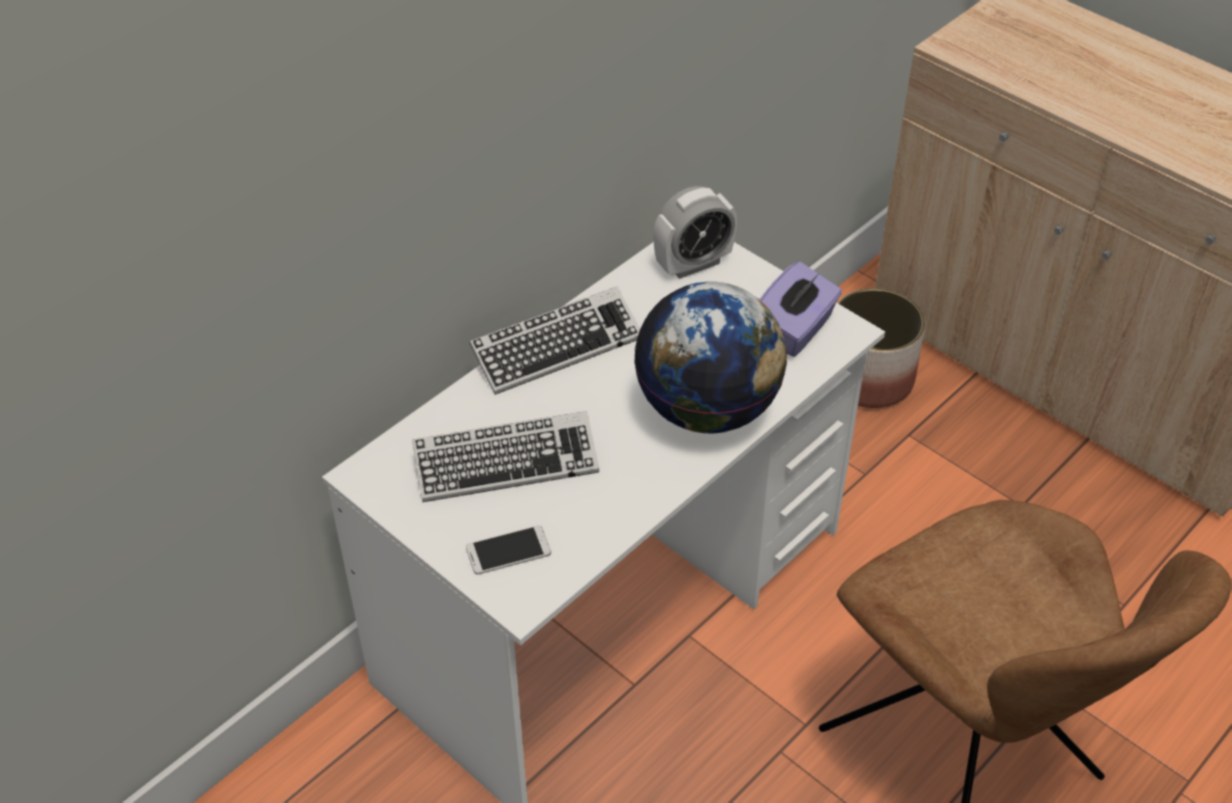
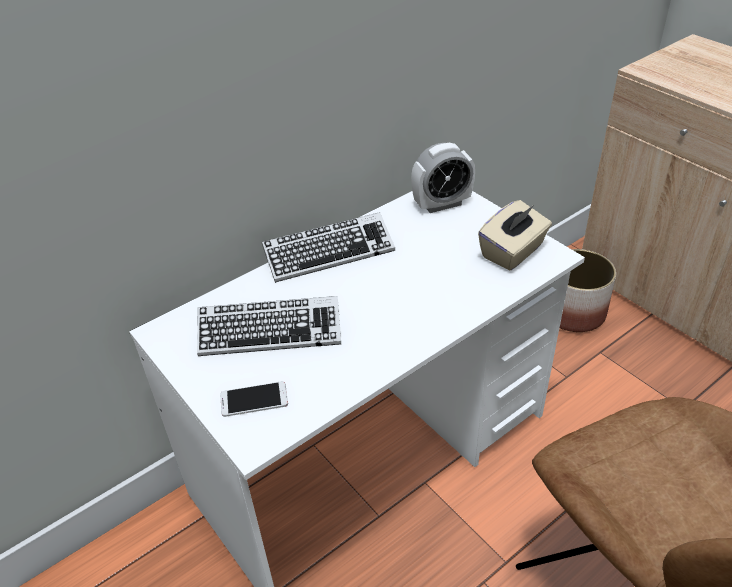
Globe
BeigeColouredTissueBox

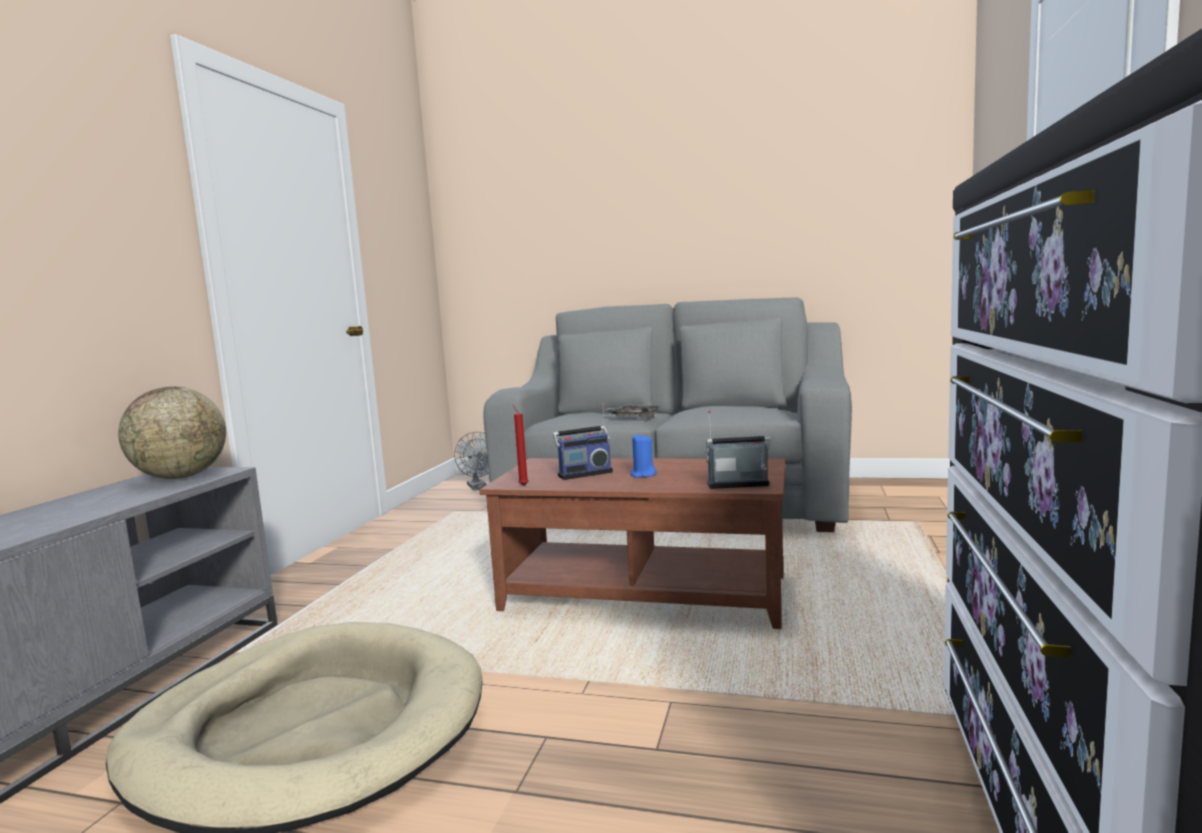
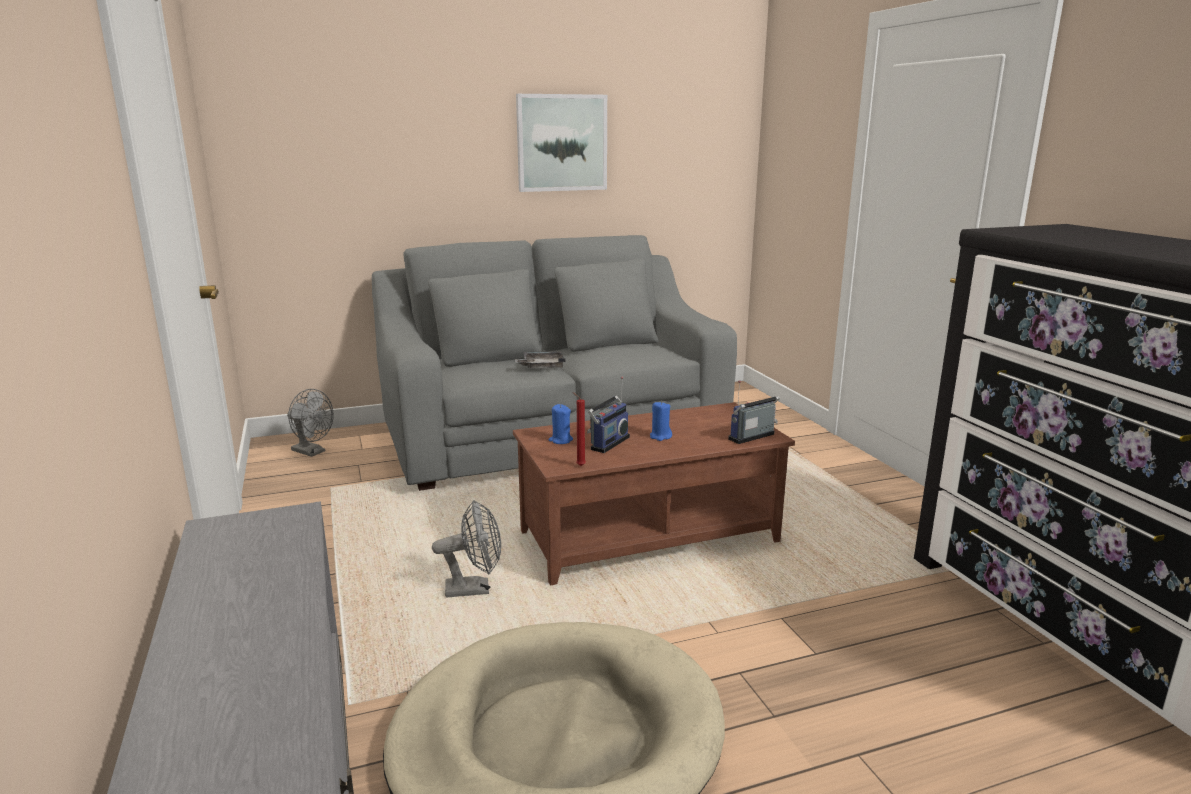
Globe
GreyCoolingFan (2nd from left)
Picture
BlueColouredWaxCandle (1st from left)

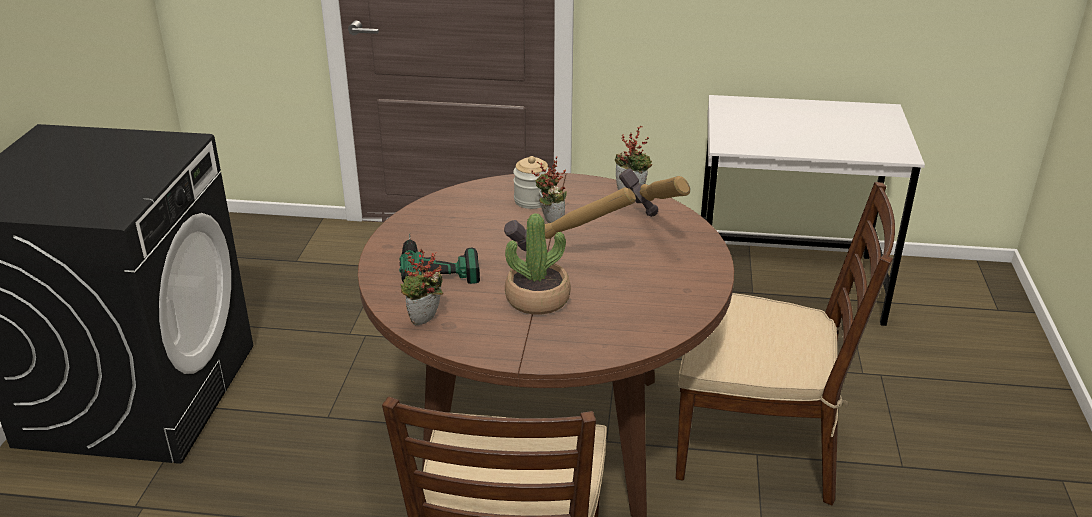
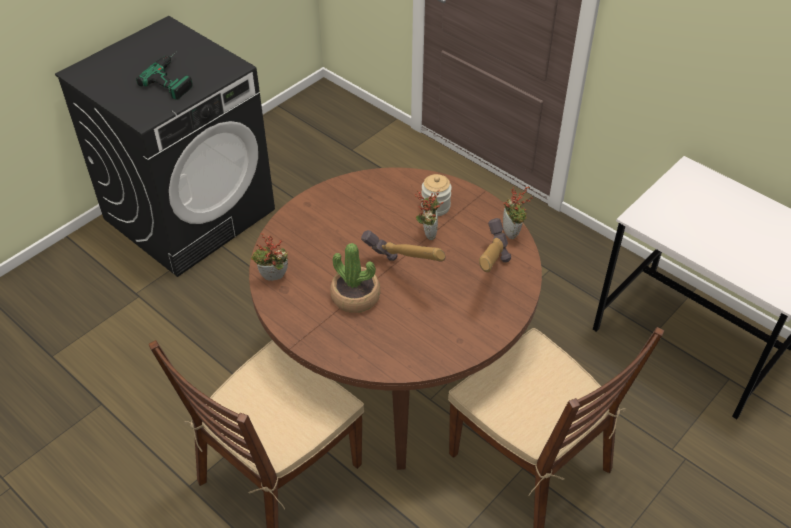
PowerDrill

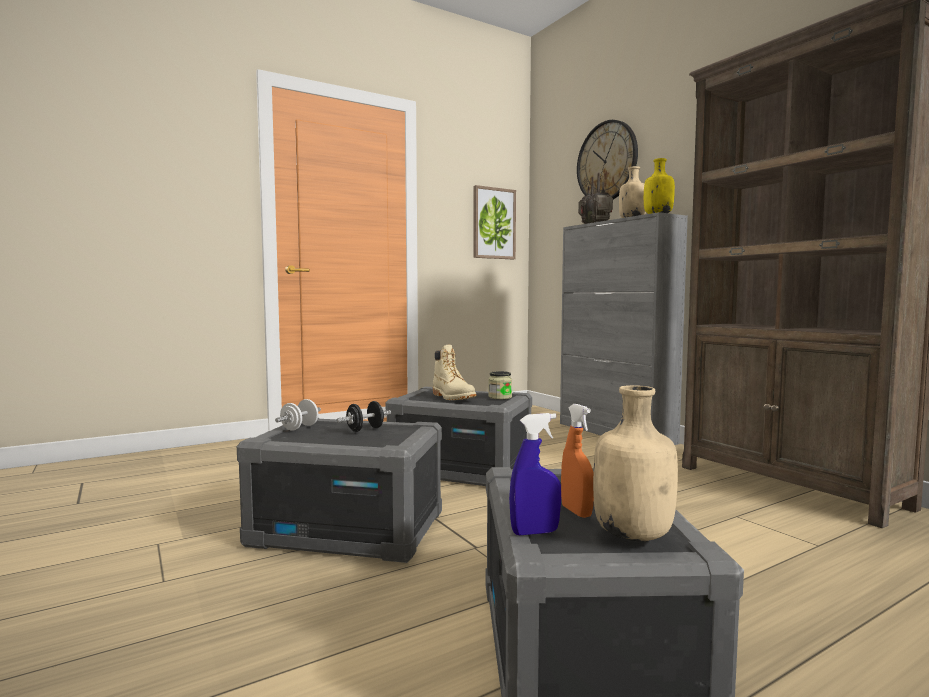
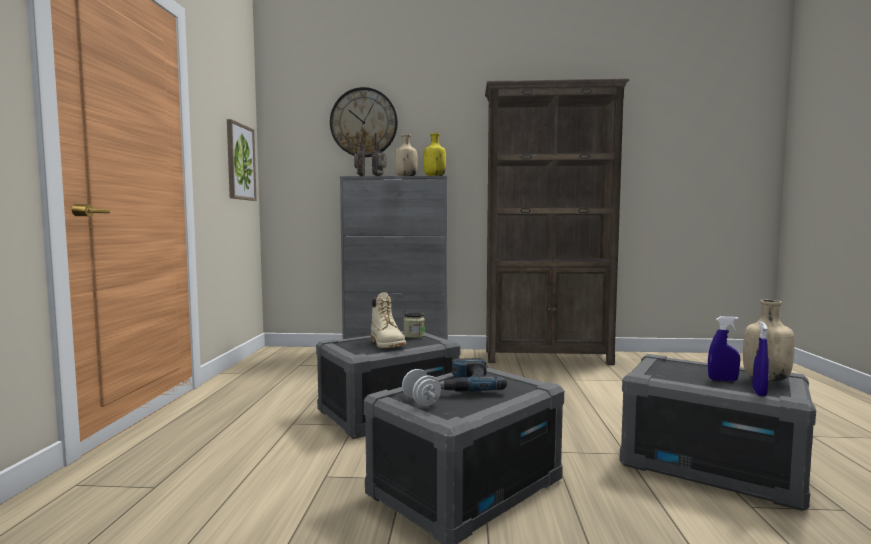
PowerDrill
BeigeColouredBoot
BlueColouredSprayBottle (1st from left)

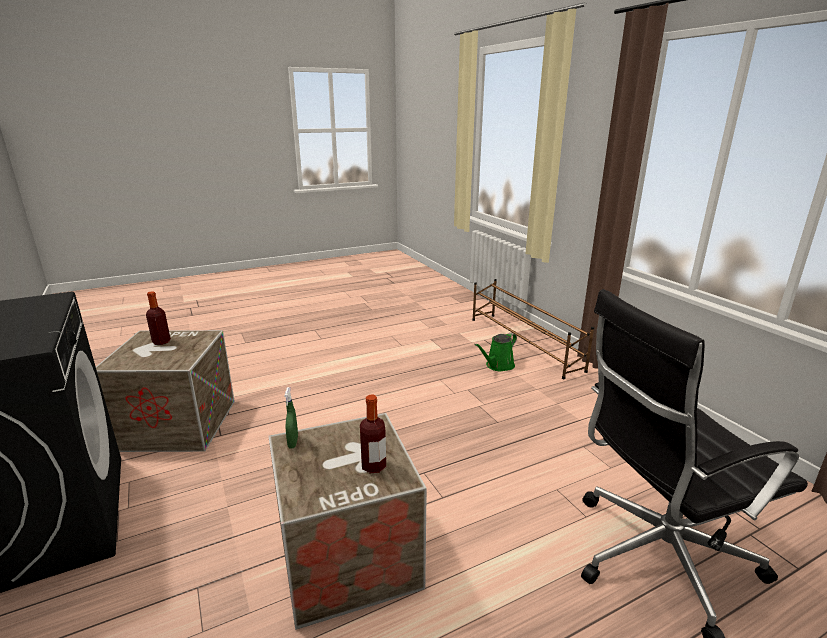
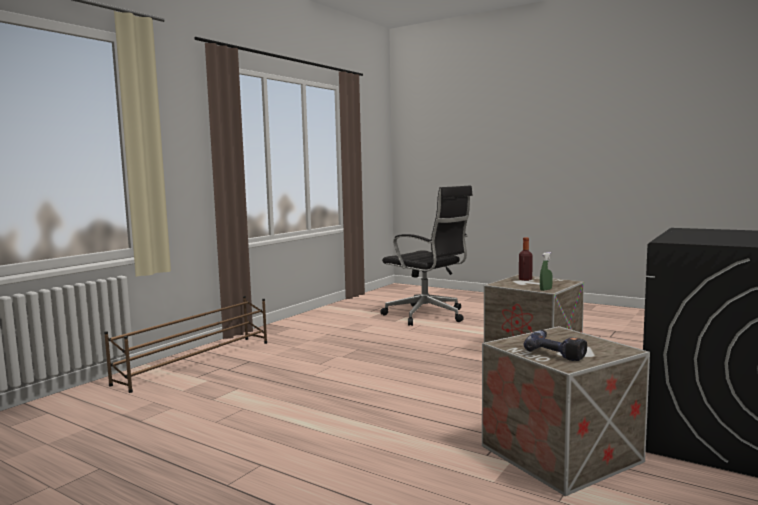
PowerDrill
GreenWateringCan

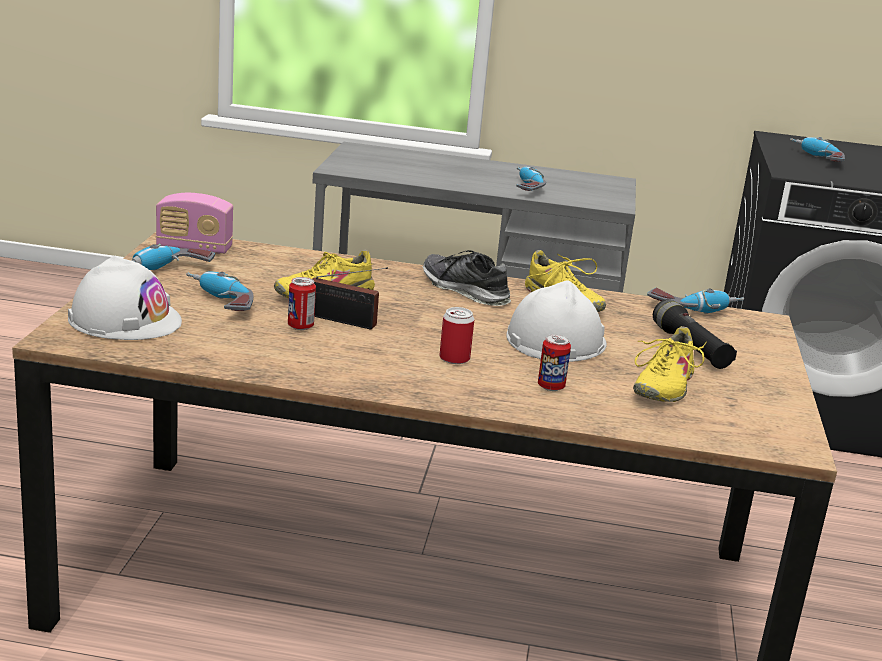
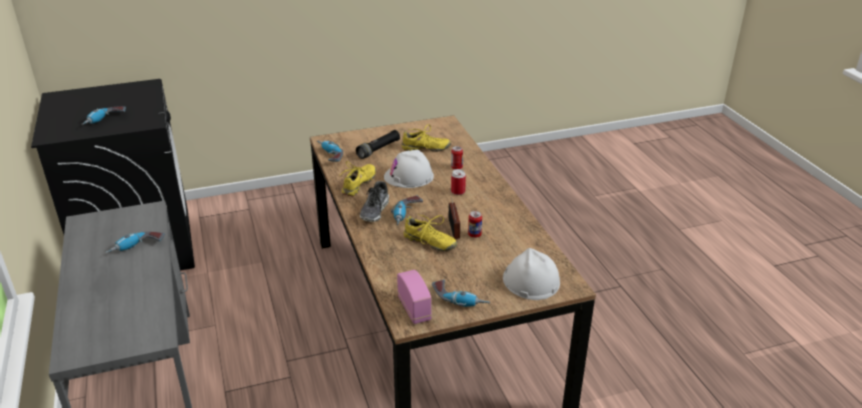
PowerDrill (4th from left)

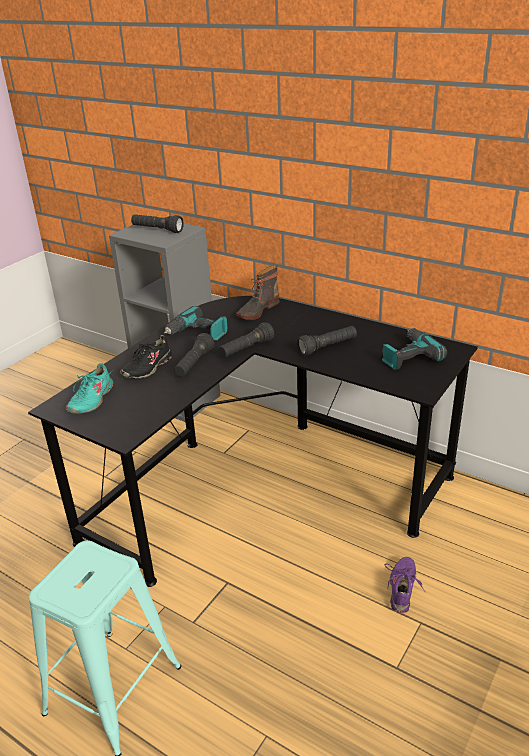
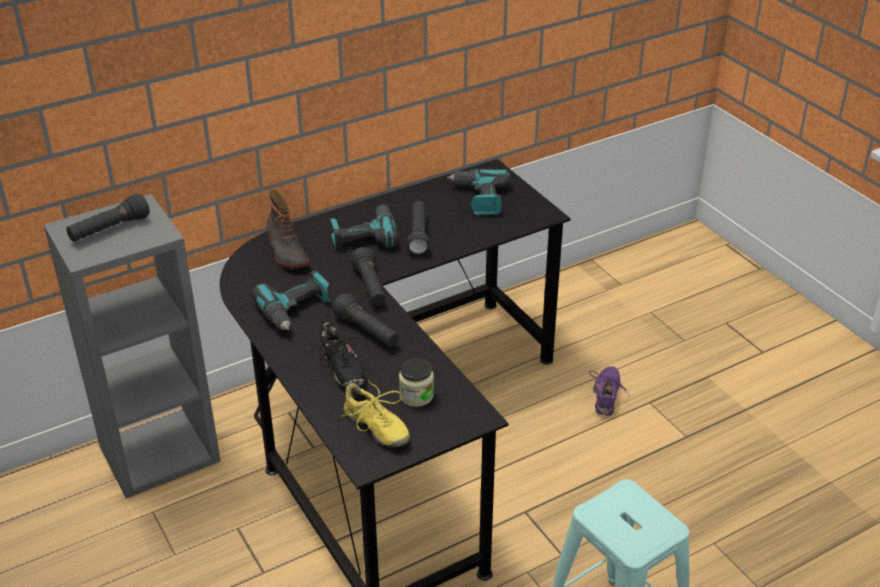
YellowItemOfFootwear
PurplishItemOfFootwear
PowerDrill (2nd from left)
PreserveJar

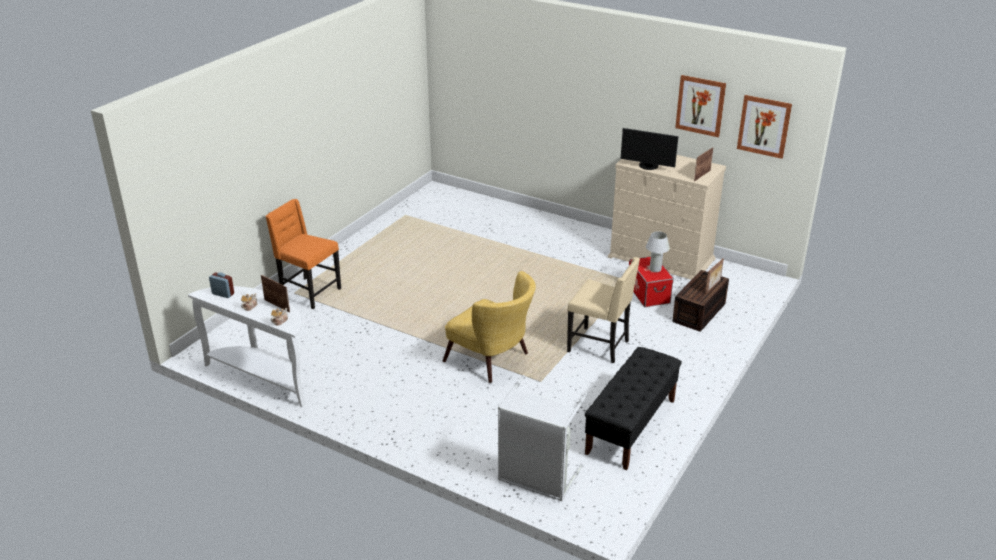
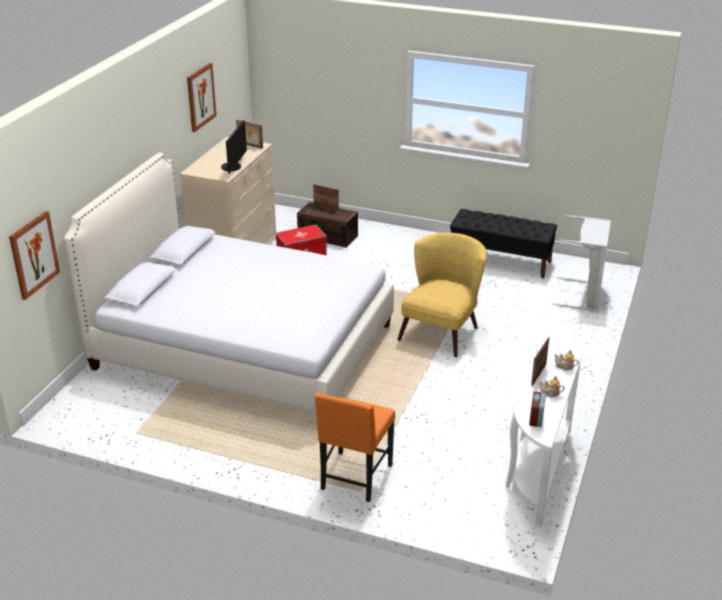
BeigeColouredChair
WhiteLampForATable
Picture (1st from left)
WhiteBedroomBed

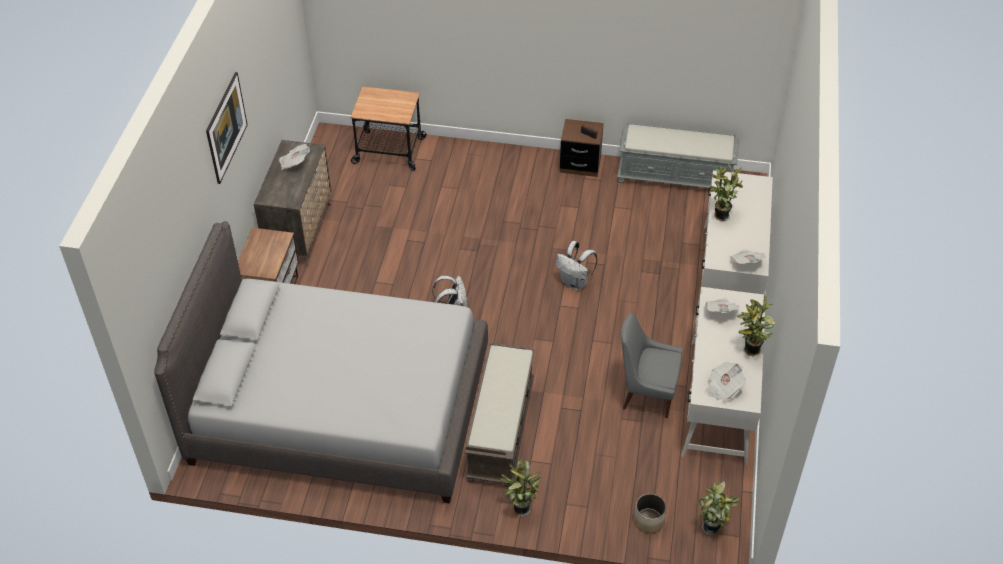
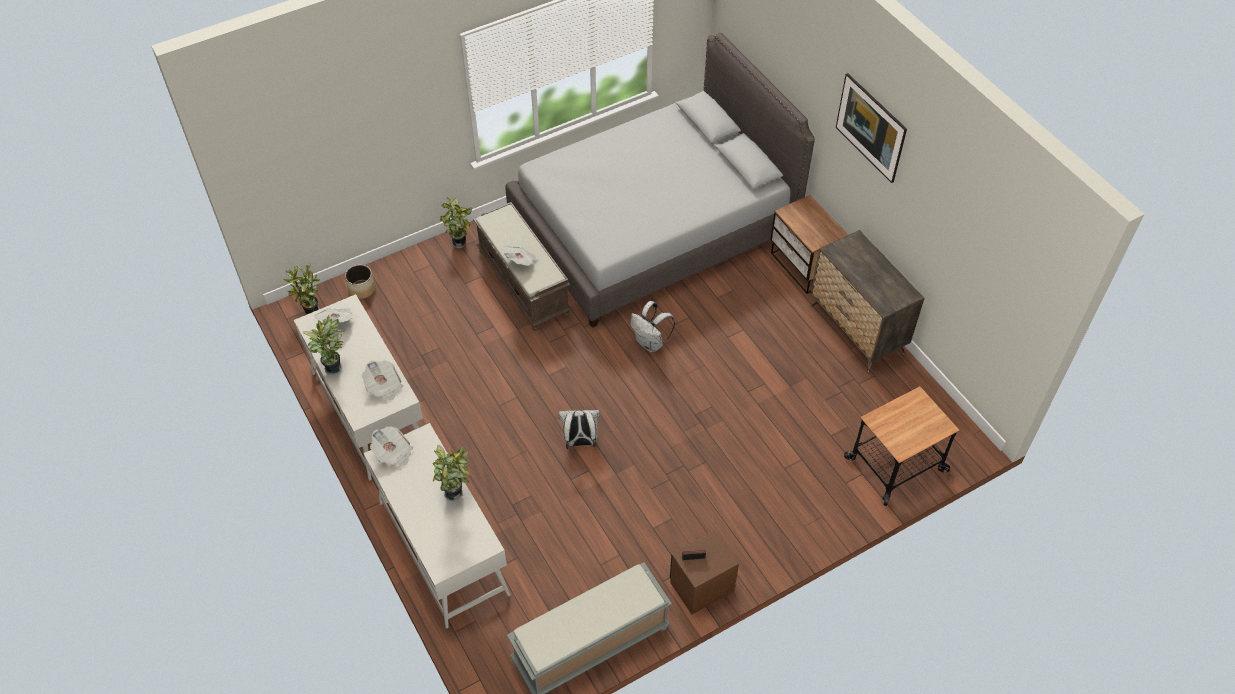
Newspaper (4th from left)
GreyChair

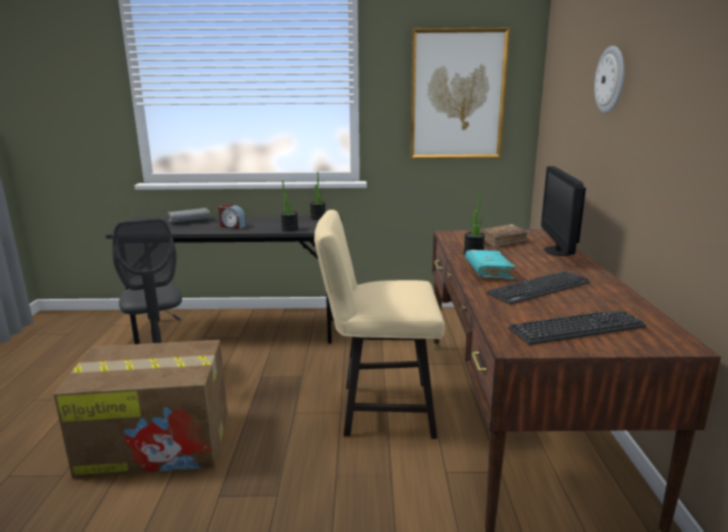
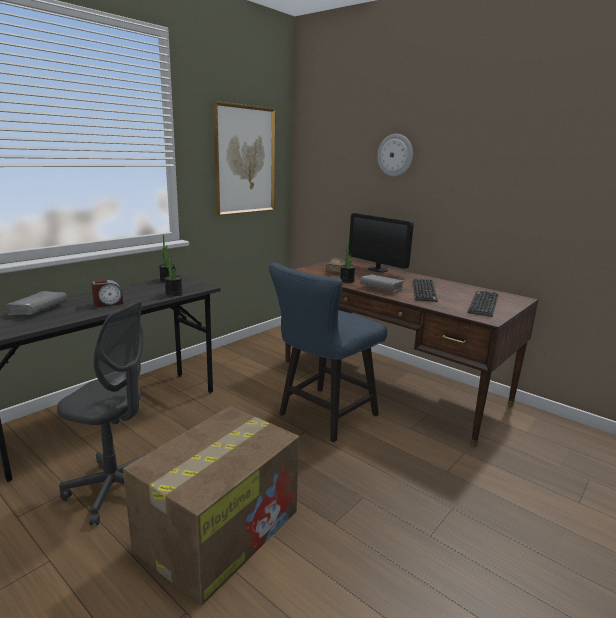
BlueColouredChair
GreyBook (2nd from left)

